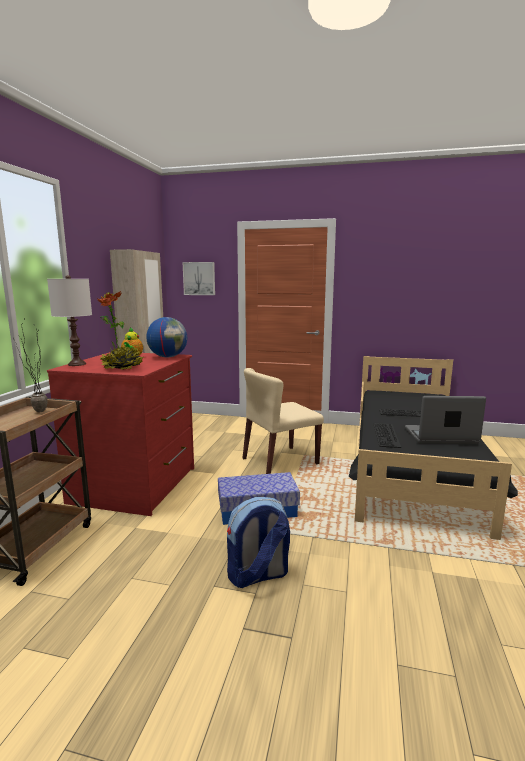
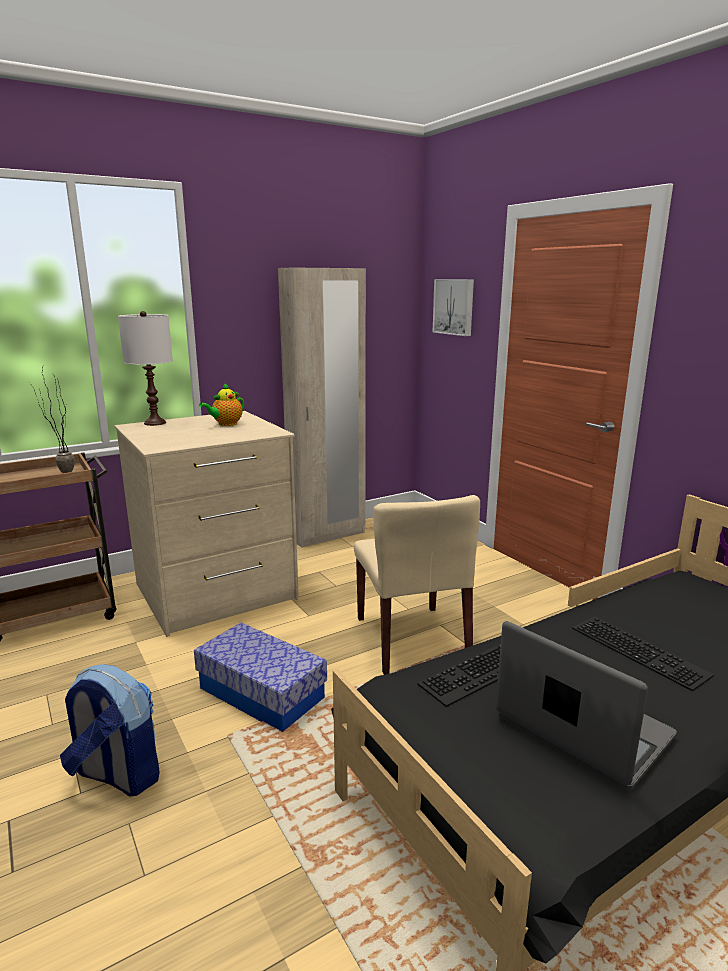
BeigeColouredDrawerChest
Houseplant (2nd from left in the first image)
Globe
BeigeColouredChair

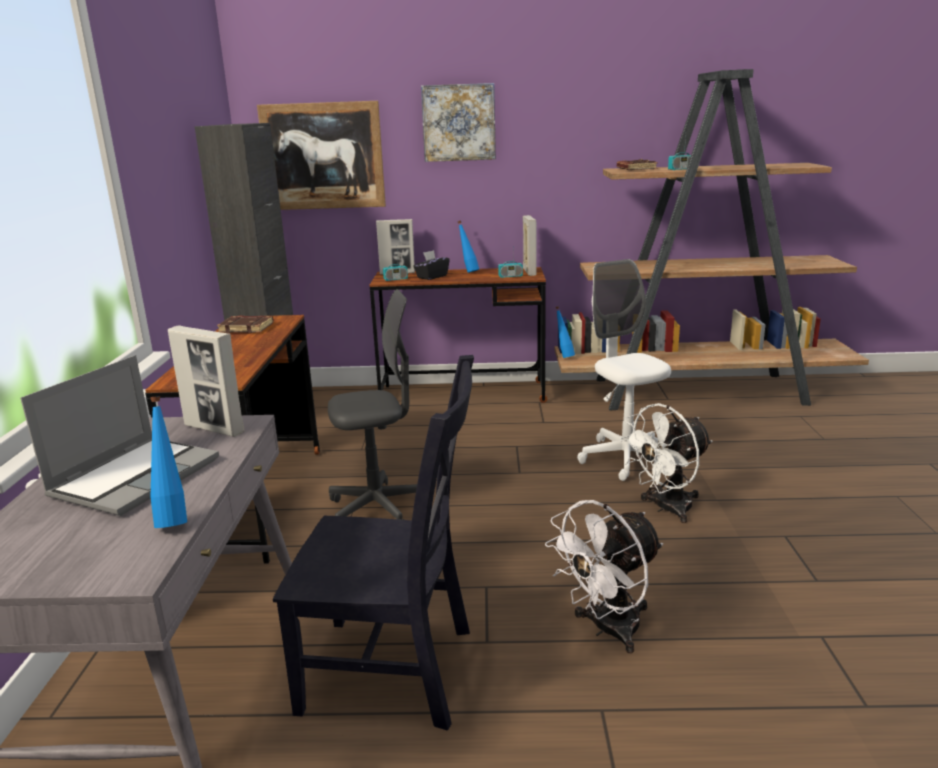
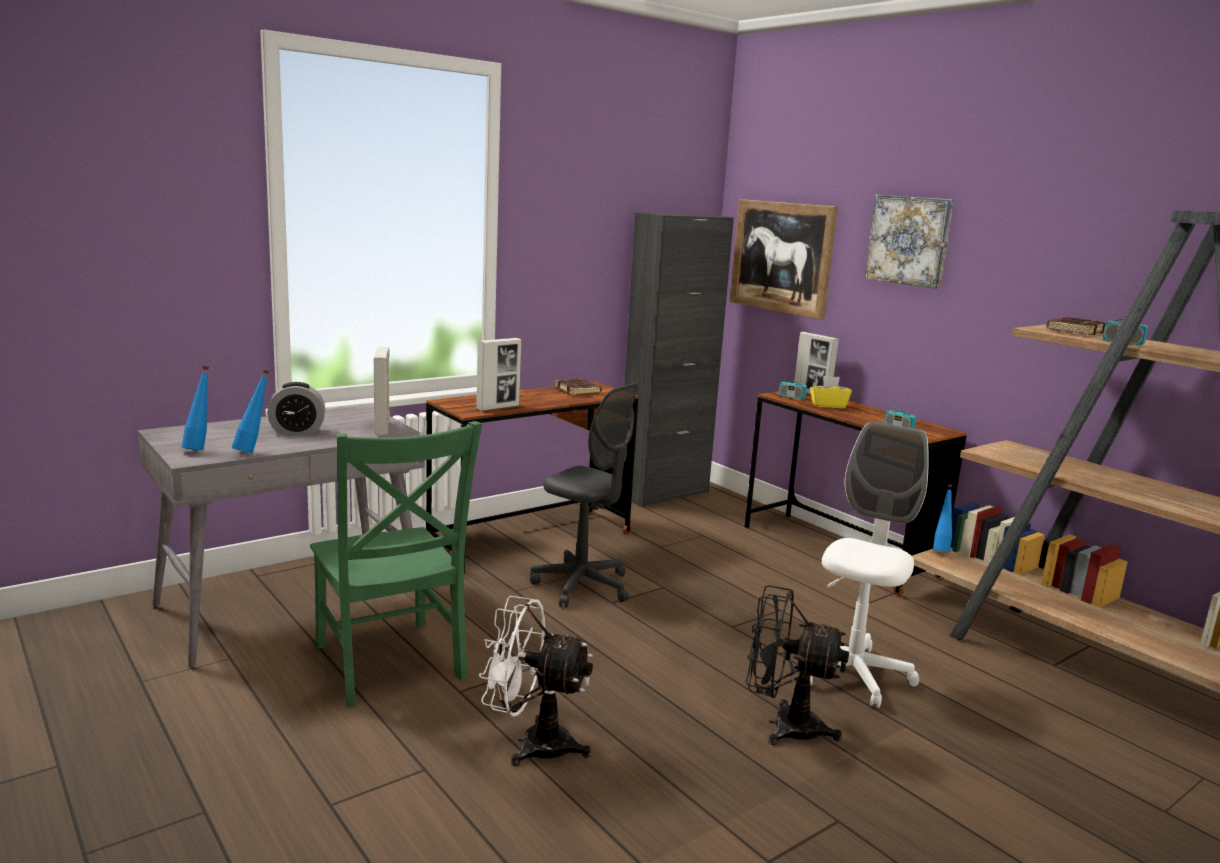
AlarmClock
GreenChair
YellowTissueBox
BlueColouredDrinkBottle (1st from left)
PhotoFrame (2nd from left)
BlackCoolingFan

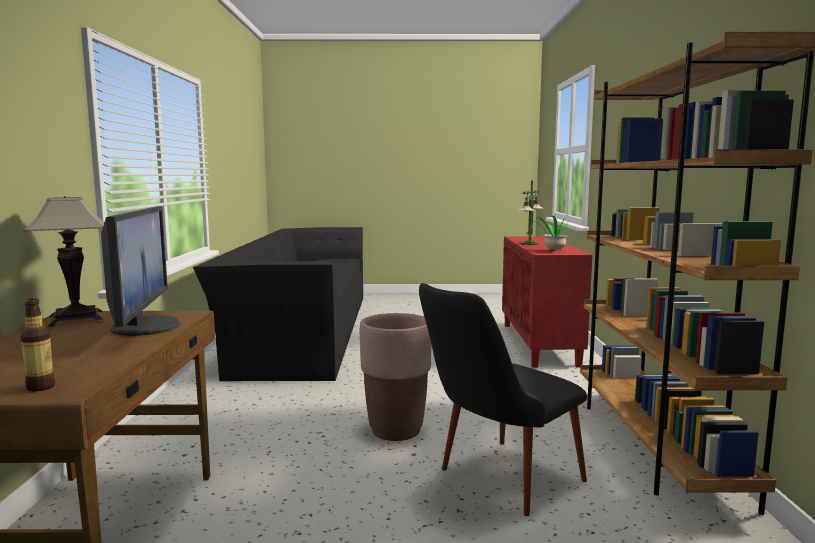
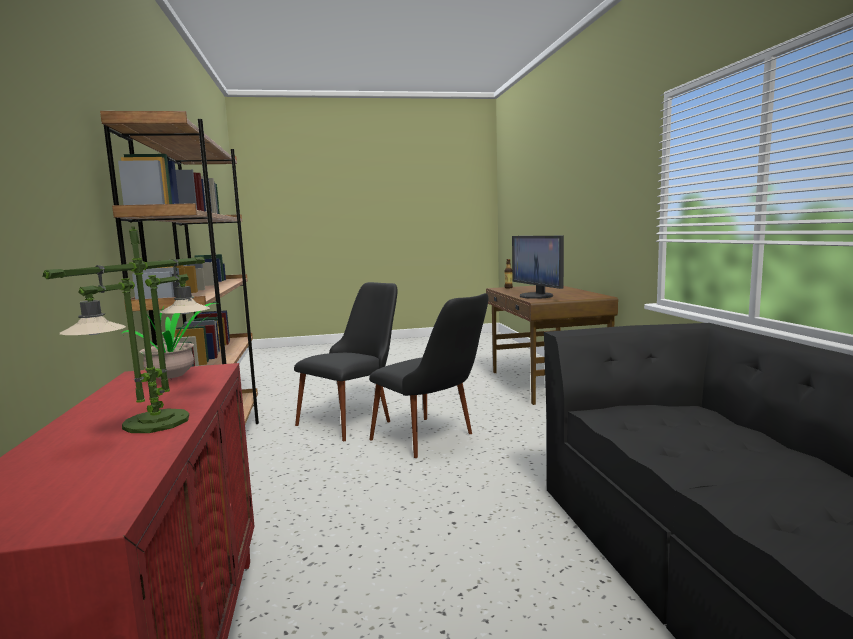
LampForATable (1st from left in the first image)
BlackChair (2nd from left)

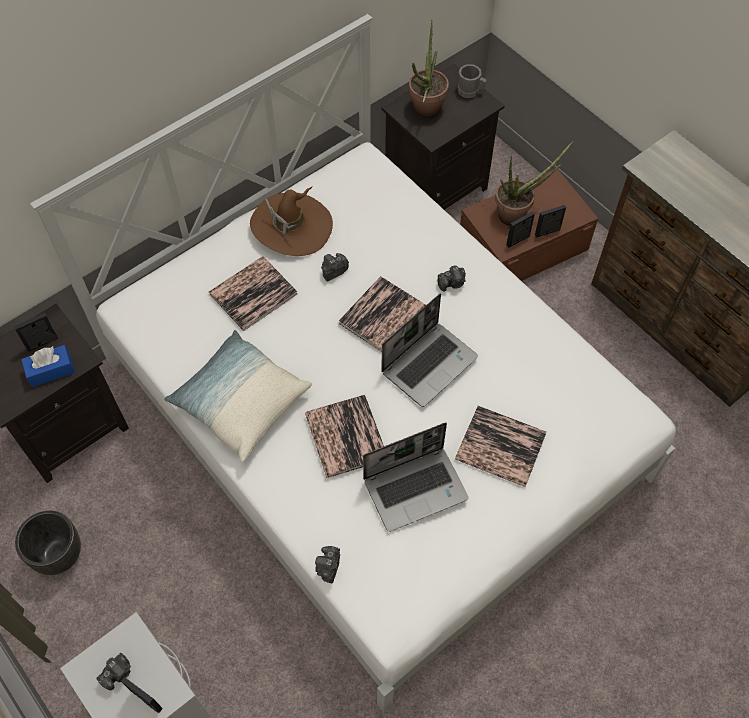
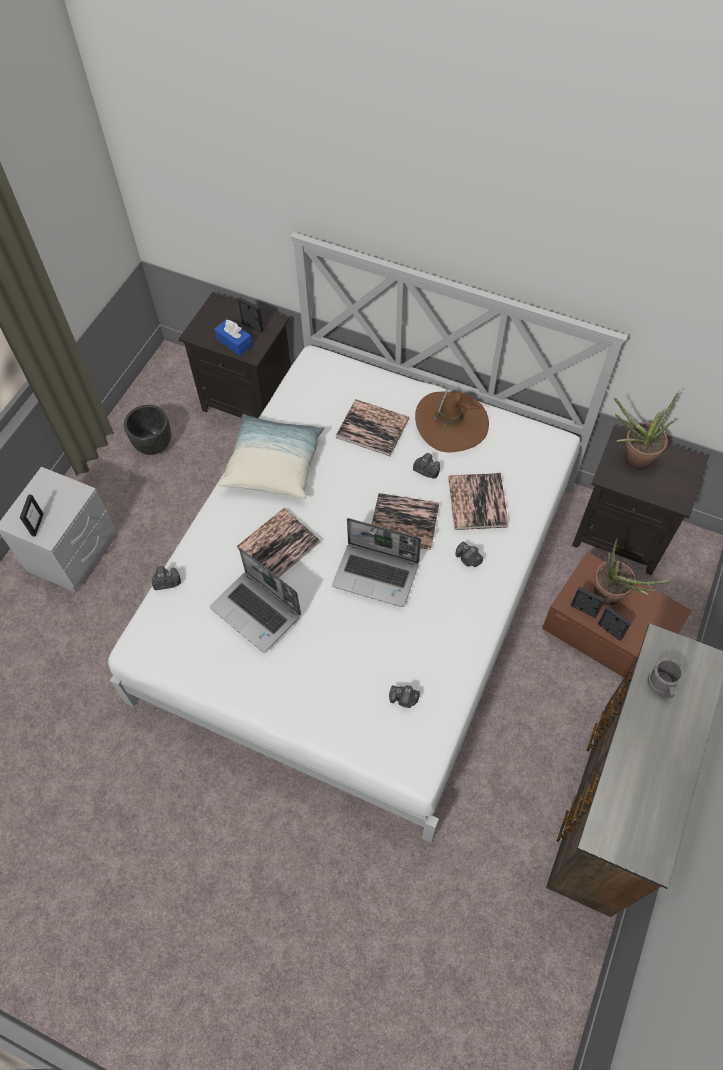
StillCamera (2nd from left)
Book (4th from left)
GreyTeaMug

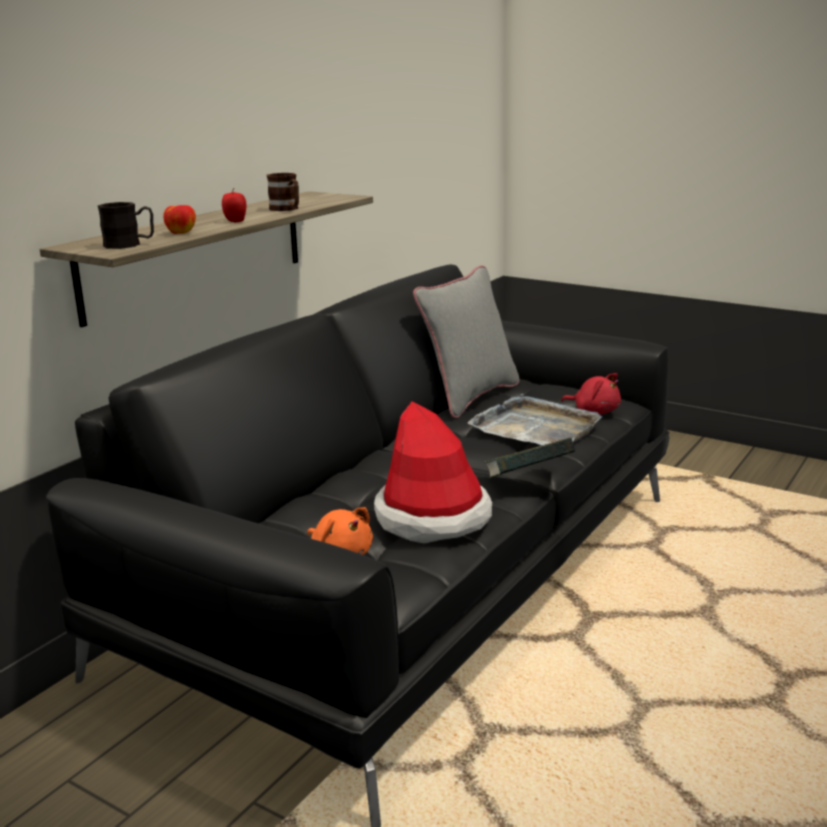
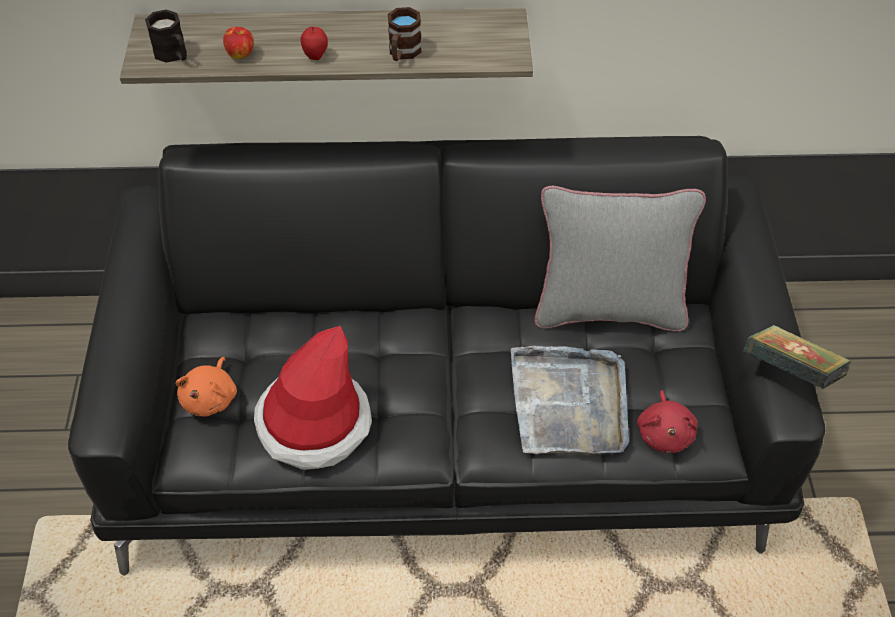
Book

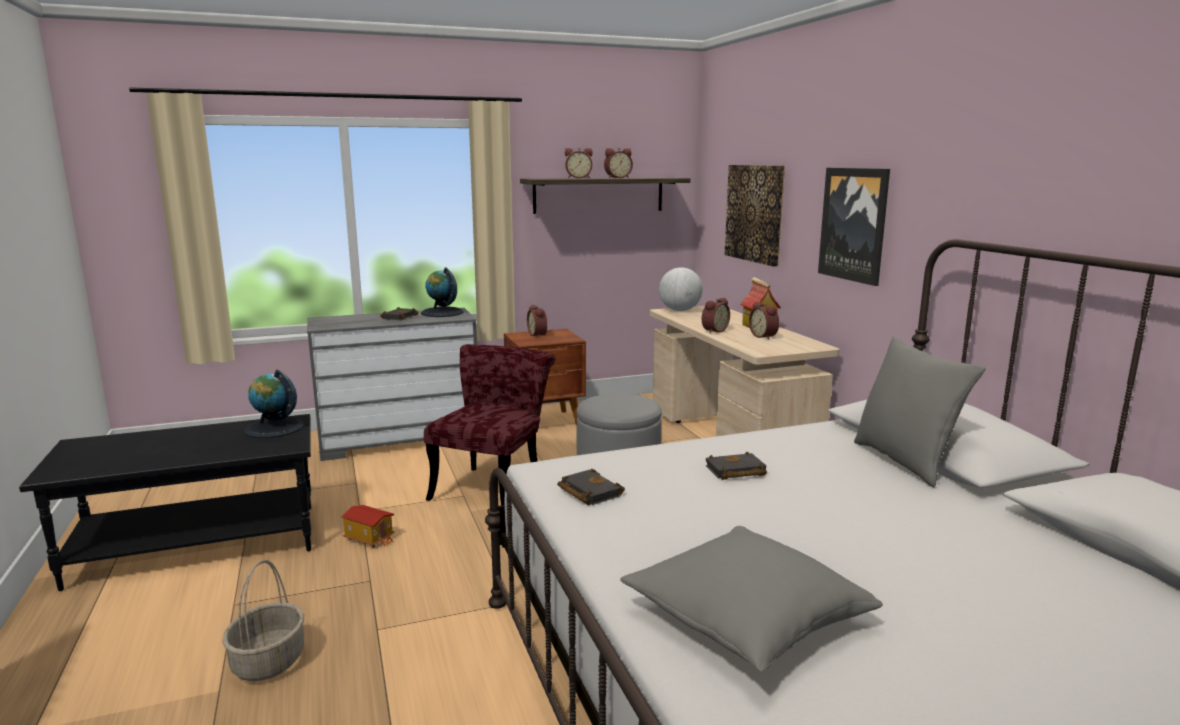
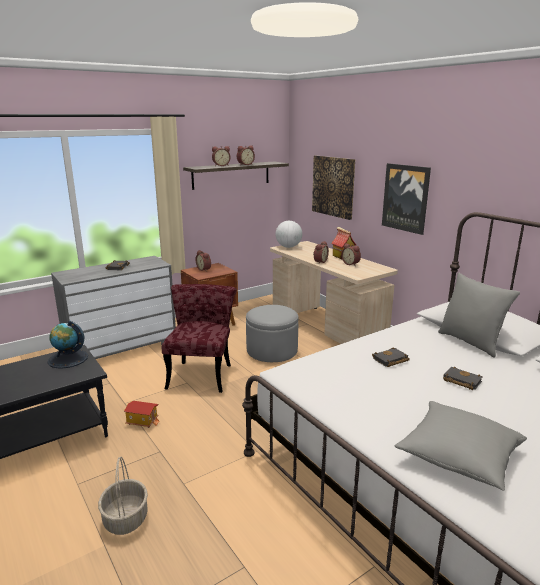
Globe (2nd from left in the first image)
BlackBook (3rd from left)

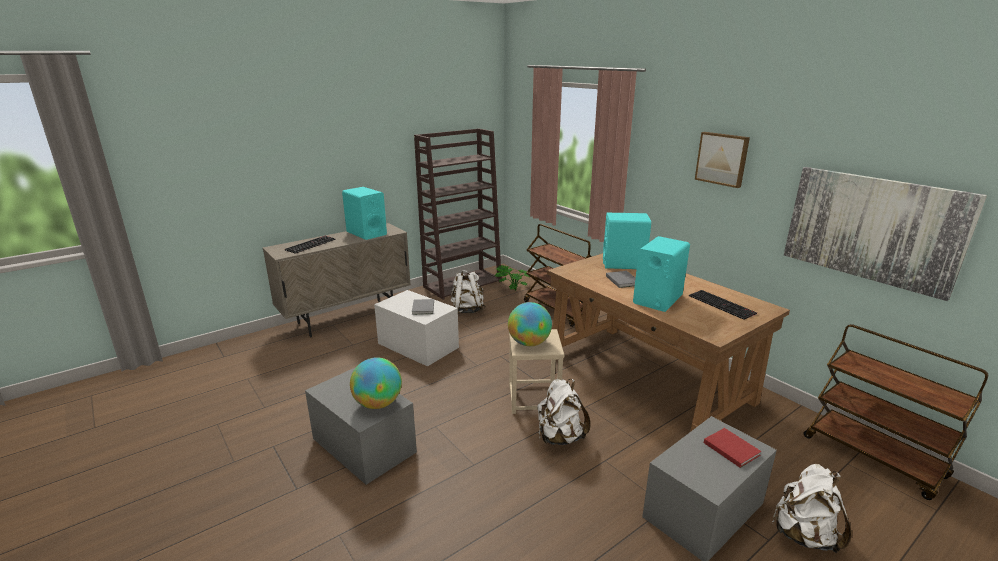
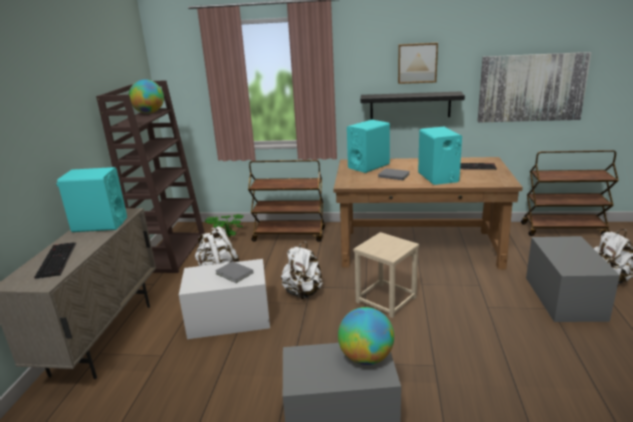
Globe (1st from left)
WhiteRucksack (2nd from left)
ReddishBook
BlackShelf

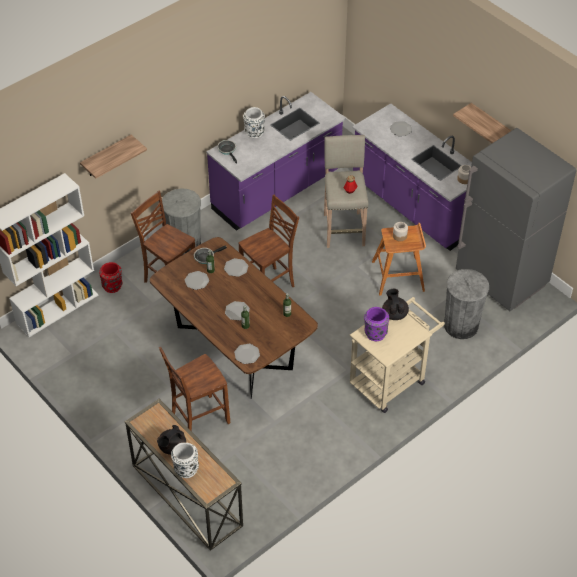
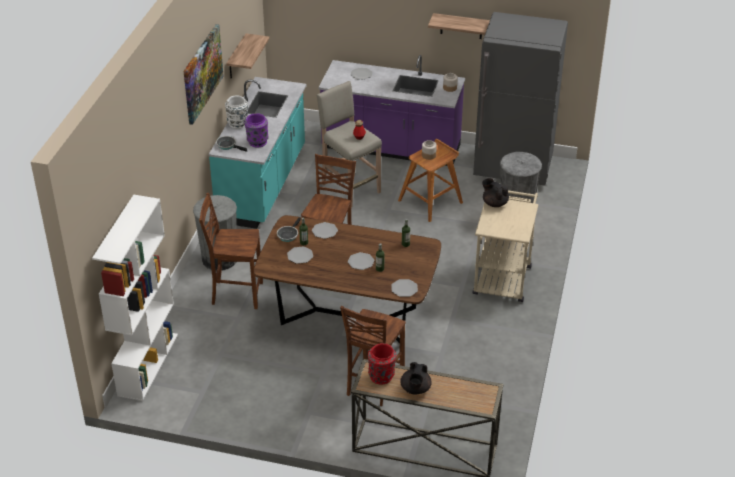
Shelf (1st from left)
ReddishFlowerVase
WhiteFlowerVase (1st from left in the first image)
TurquoiseKitchenCounter
PurplishFlowerVase
Picture

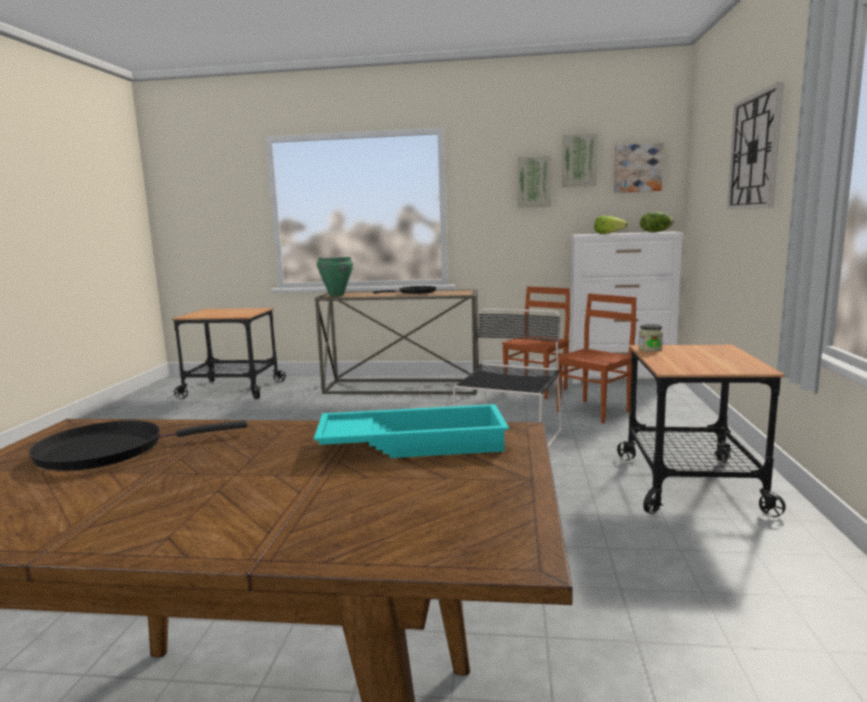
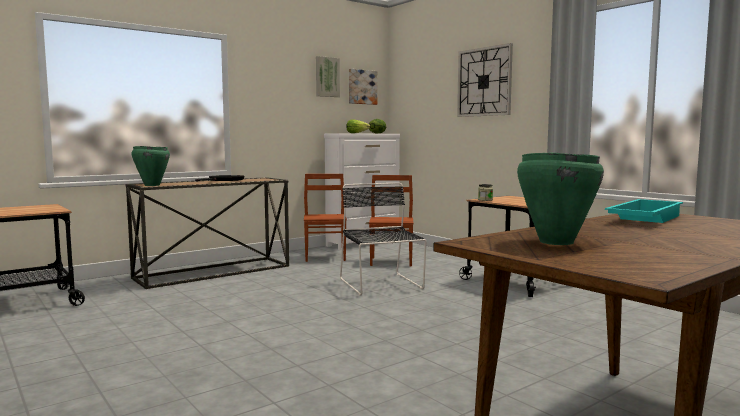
GreenCookingPot (2nd from left)
Picture (1st from left in the first image)

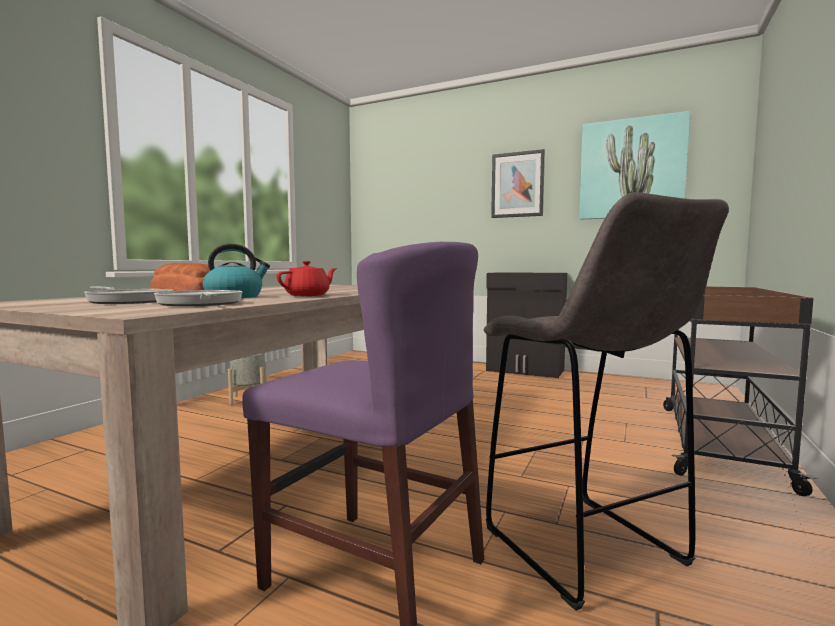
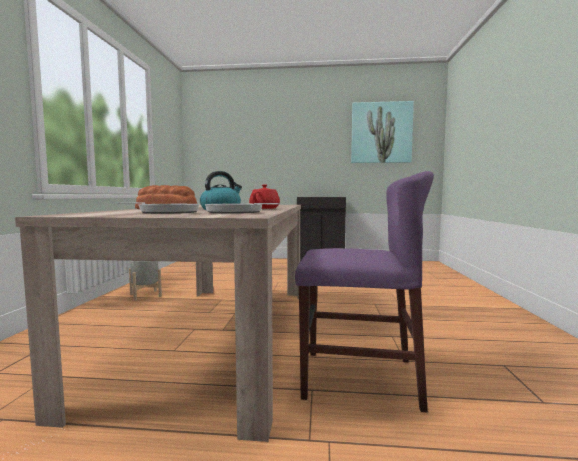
GreySittingStool
Picture (1st from left in the first image)
BrownCart

